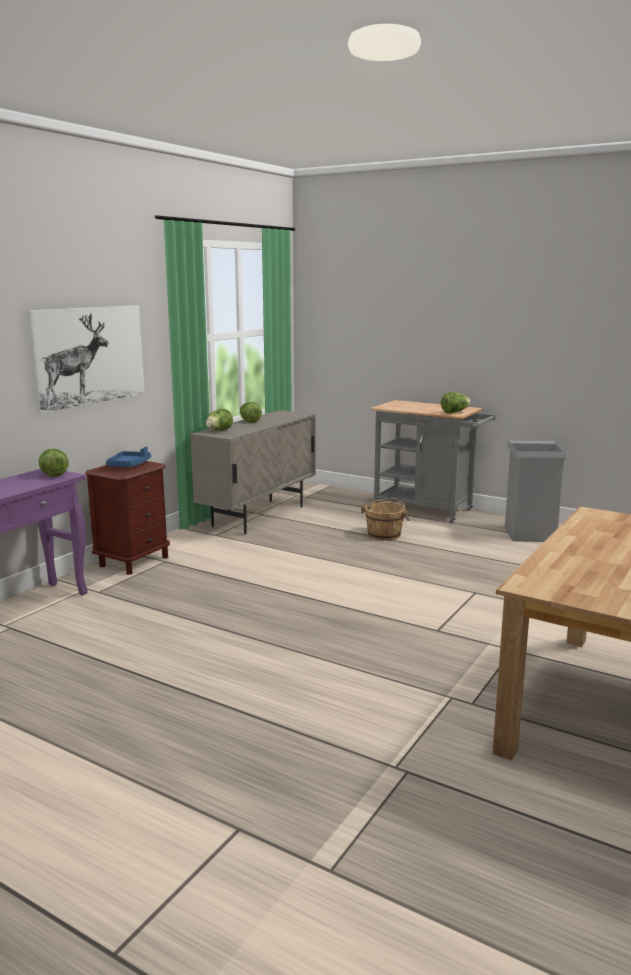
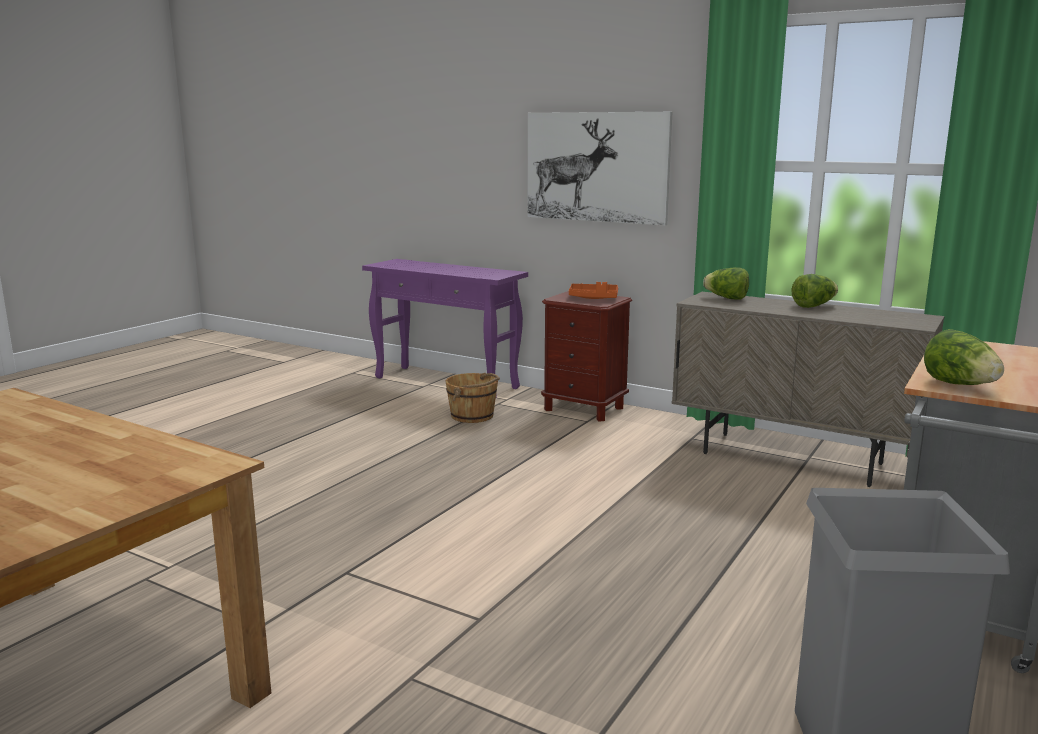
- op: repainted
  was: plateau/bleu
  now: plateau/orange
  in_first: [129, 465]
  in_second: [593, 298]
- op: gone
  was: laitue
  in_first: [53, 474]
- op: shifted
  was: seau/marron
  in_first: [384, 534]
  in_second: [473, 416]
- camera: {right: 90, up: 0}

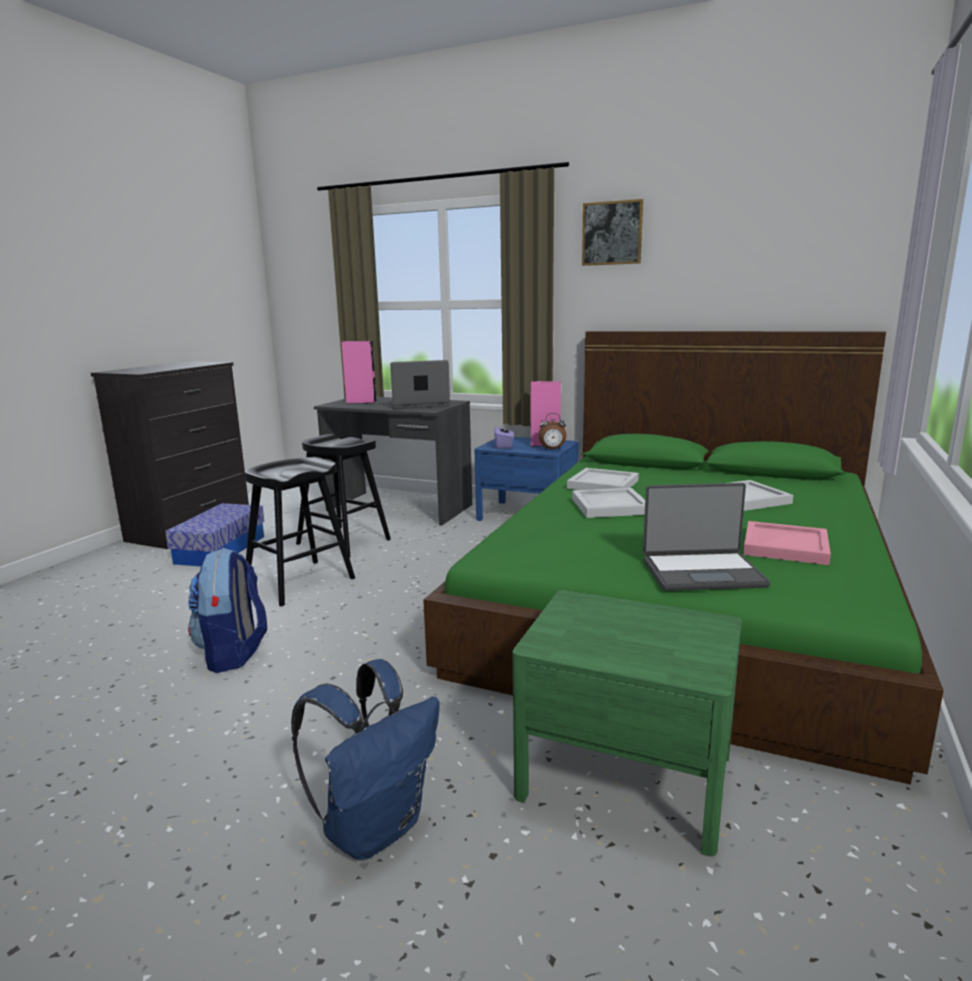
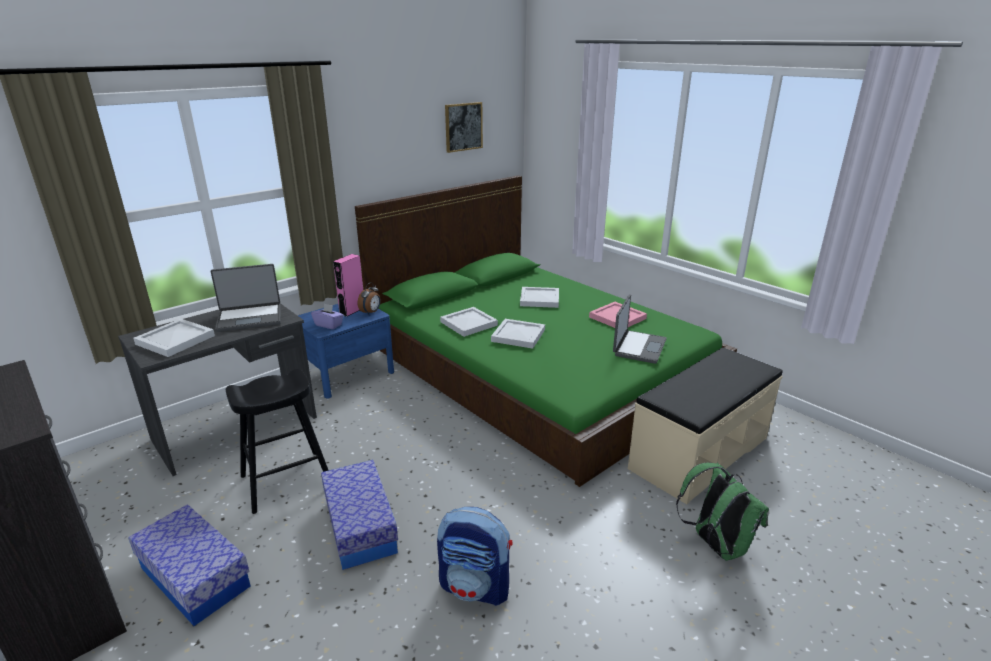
- op: shifted
  was: tableau
  in_first: [612, 233]
  in_second: [463, 127]
- op: swapped
  was: enceinte/rose
  now: plateau/blanc
  in_first: [361, 402]
  in_second: [174, 340]
- op: rotated
  was: ordinateur portable
  in_first: [419, 405]
  in_second: [250, 318]
  clockwise: -120
- op: swapped
  was: tabouret/noir
  now: boîte de rangement
  in_first: [299, 582]
  in_second: [360, 526]
- op: swapped
  was: table de chevet/vert
  now: banc/beige
  in_first: [625, 775]
  in_second: [698, 452]
- op: repainted
  was: sac à dos/bleu
  now: sac à dos/vert
  in_first: [375, 827]
  in_second: [715, 544]
- camera: {right: -65, up: 10}

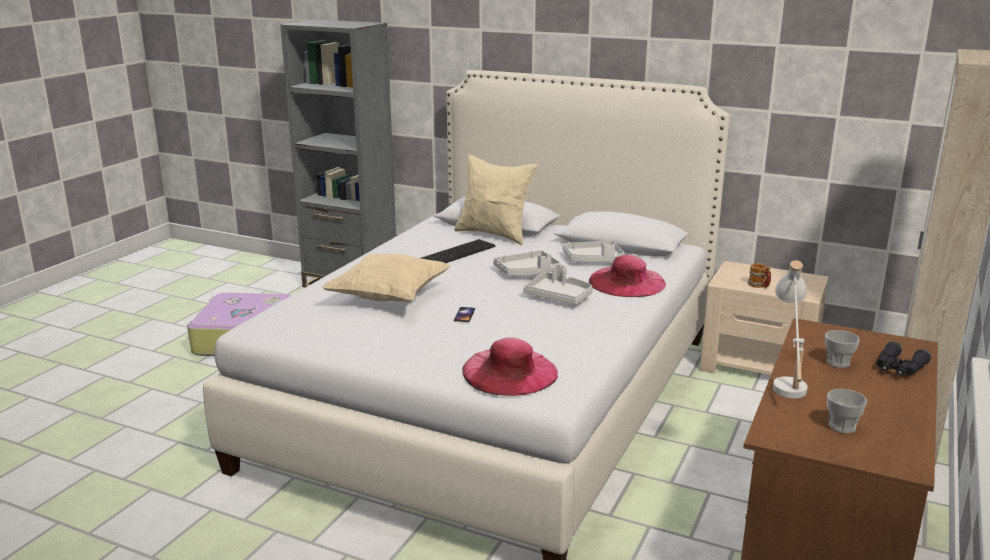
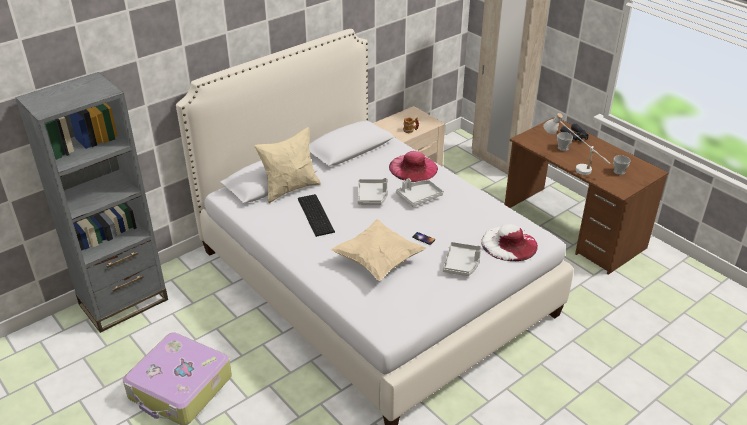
- op: shifted
  was: plateau/gris
  in_first: [593, 260]
  in_second: [462, 264]
- op: repainted
  was: chapeau/rose
  now: chapeau/blanc
  in_first: [509, 371]
  in_second: [509, 243]
- camera: {right: -65, up: 15}

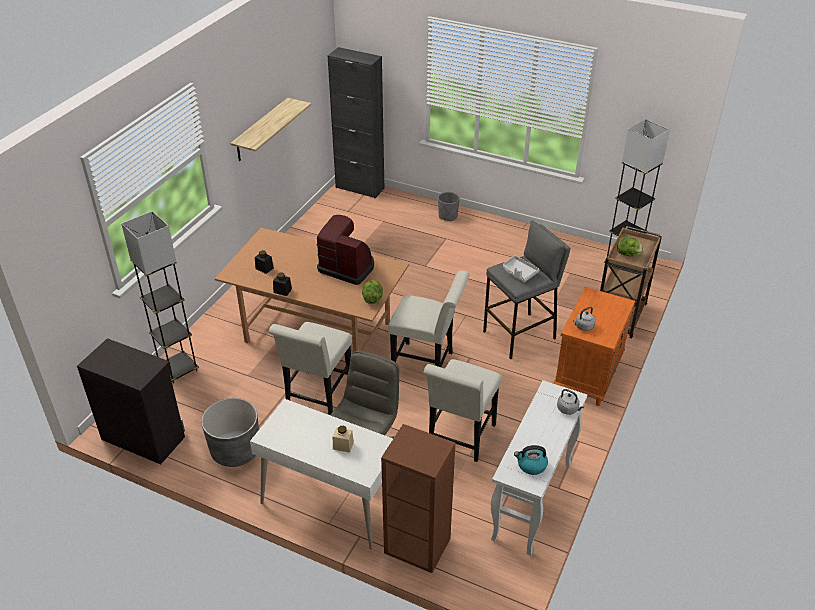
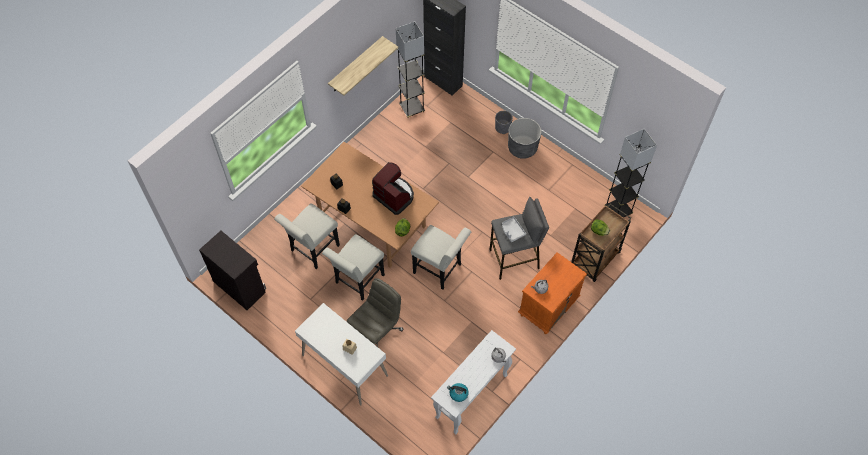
- op: shifted
  was: lampadaire/gris
  in_first: [178, 369]
  in_second: [412, 108]
- op: shifted
  was: chaise/blanc
  in_first: [459, 439]
  in_second: [312, 250]
- op: shifted
  was: cache-pot/gris
  in_first: [235, 450]
  in_second: [522, 148]
- op: gone
  was: bibliothèque/marron
  in_first: [416, 546]
- camera: {right: 15, up: 20}

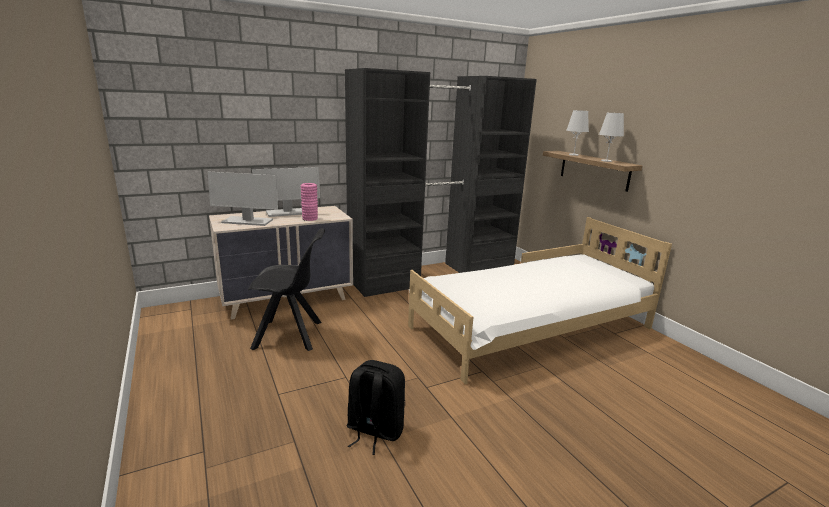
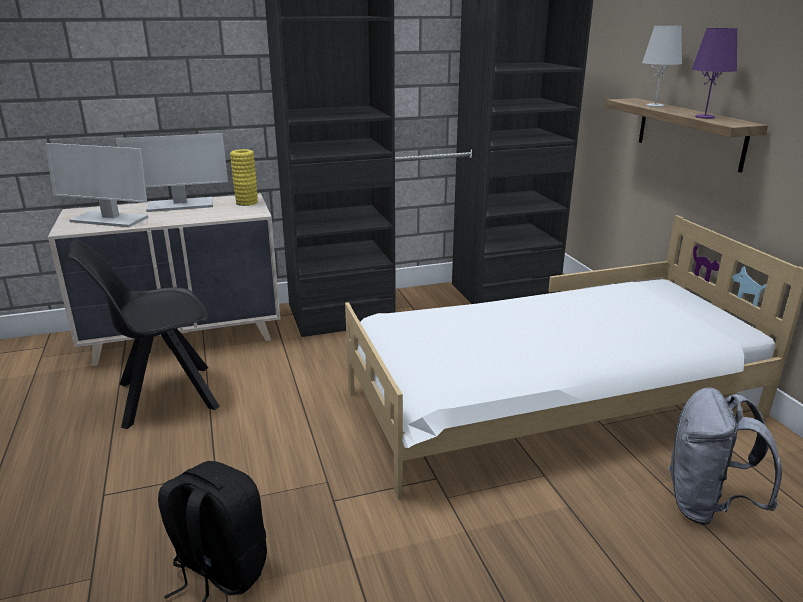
- op: repainted
  was: lampe de table/blanc
  now: lampe de table/violet
  in_first: [606, 161]
  in_second: [704, 117]
- op: gone
  was: vase/rose
  in_first: [310, 218]
- op: rotated
  was: chaise/noir
  in_first: [290, 335]
  in_second: [164, 396]
  clockwise: 150
- op: new
  now: vase/jaune
  in_second: [247, 202]
- op: new
  now: sac à dos/gris
  in_second: [706, 505]
- camera: {right: 10, up: 5}

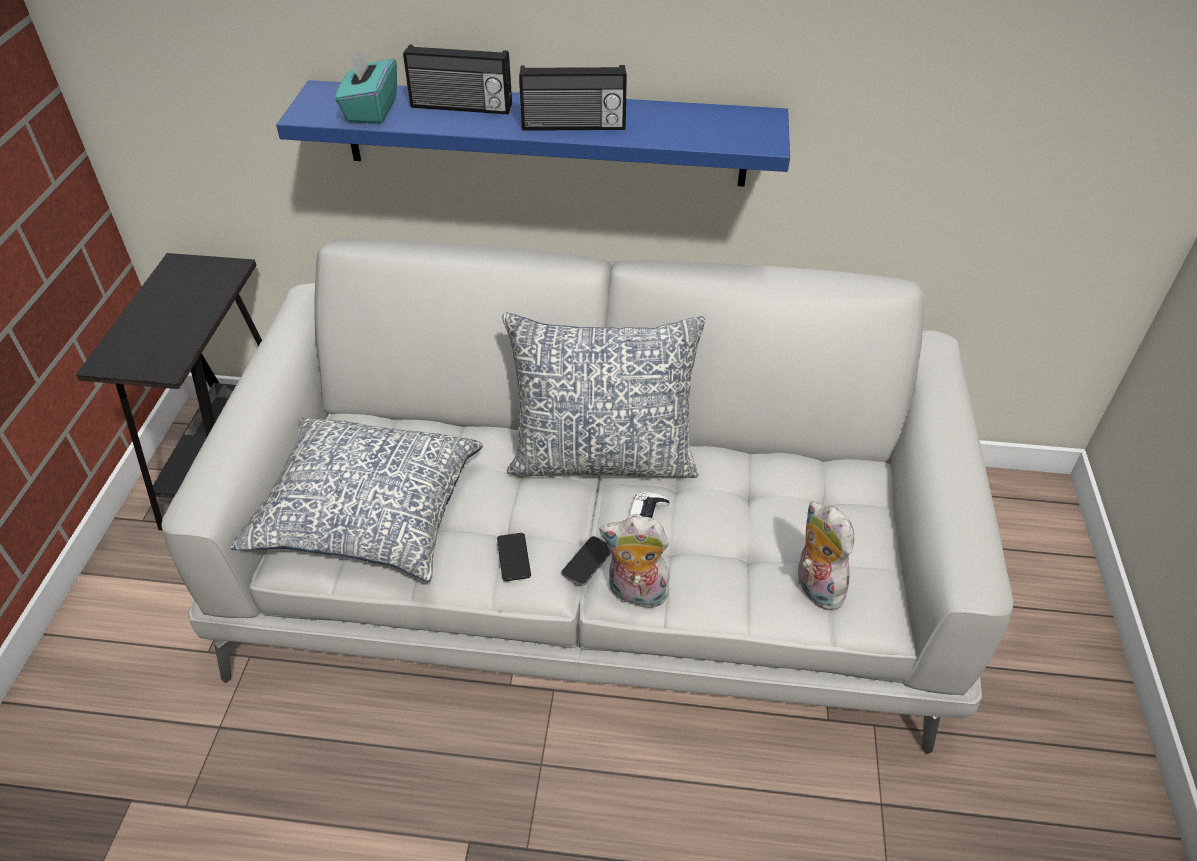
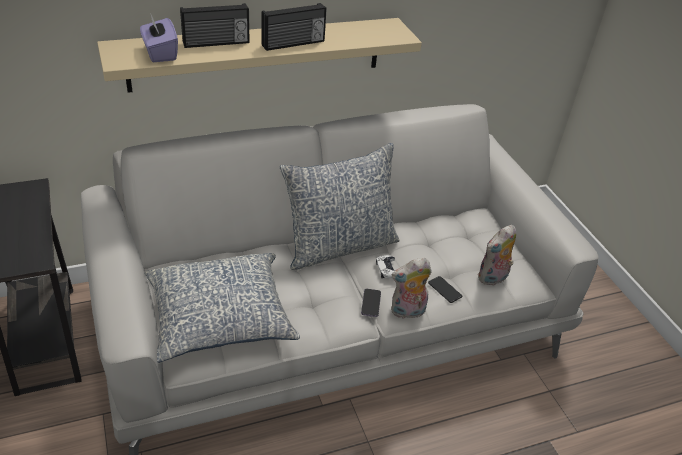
- op: repainted
  was: boîte à mouchoirs/turquoise
  now: boîte à mouchoirs/violet
  in_first: [371, 110]
  in_second: [160, 53]
- op: repainted
  was: étagère/bleu
  now: étagère/beige
  in_first: [544, 134]
  in_second: [258, 54]
- op: rotated
  was: peluche
  in_first: [814, 586]
  in_second: [492, 279]
  clockwise: -75
- op: shifted
  was: téléphone
  in_first: [513, 557]
  in_second: [444, 290]
- camera: {right: -30, up: -5}

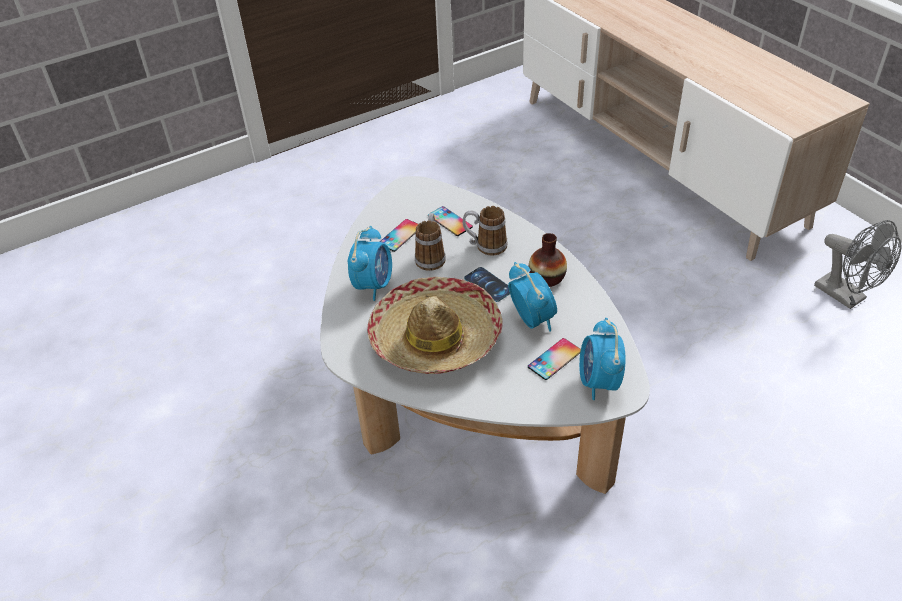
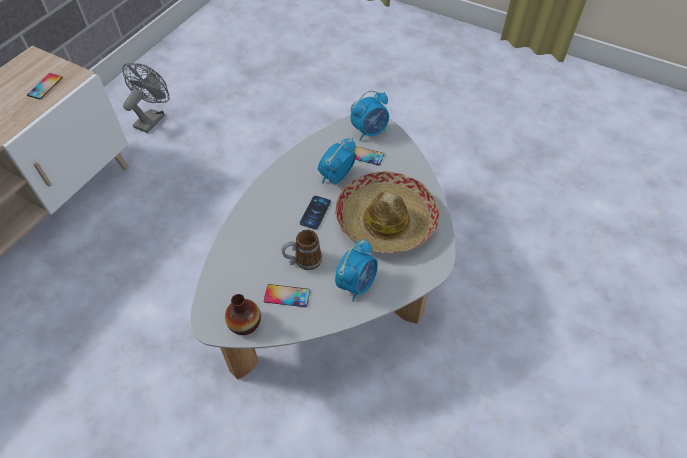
- op: shifted
  was: téléphone
  in_first: [450, 221]
  in_second: [45, 86]
- op: gone
  was: mug
  in_first: [485, 246]
- op: rotated
  was: réveil
  in_first: [373, 285]
  in_second: [356, 284]
  clockwise: 135
- op: shifted
  was: vase
  in_first: [547, 278]
  in_second: [245, 323]
- camera: {right: -120, up: 10}

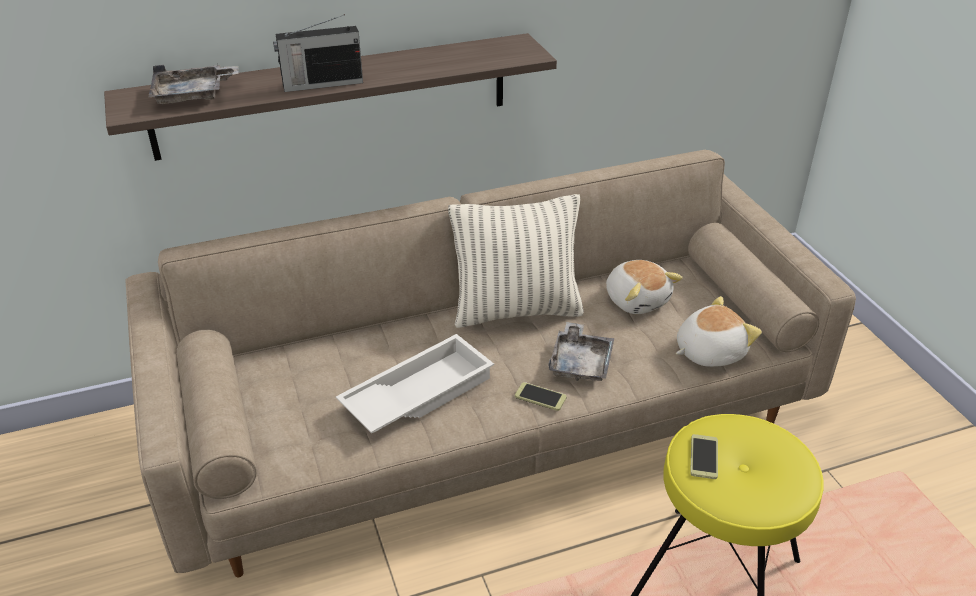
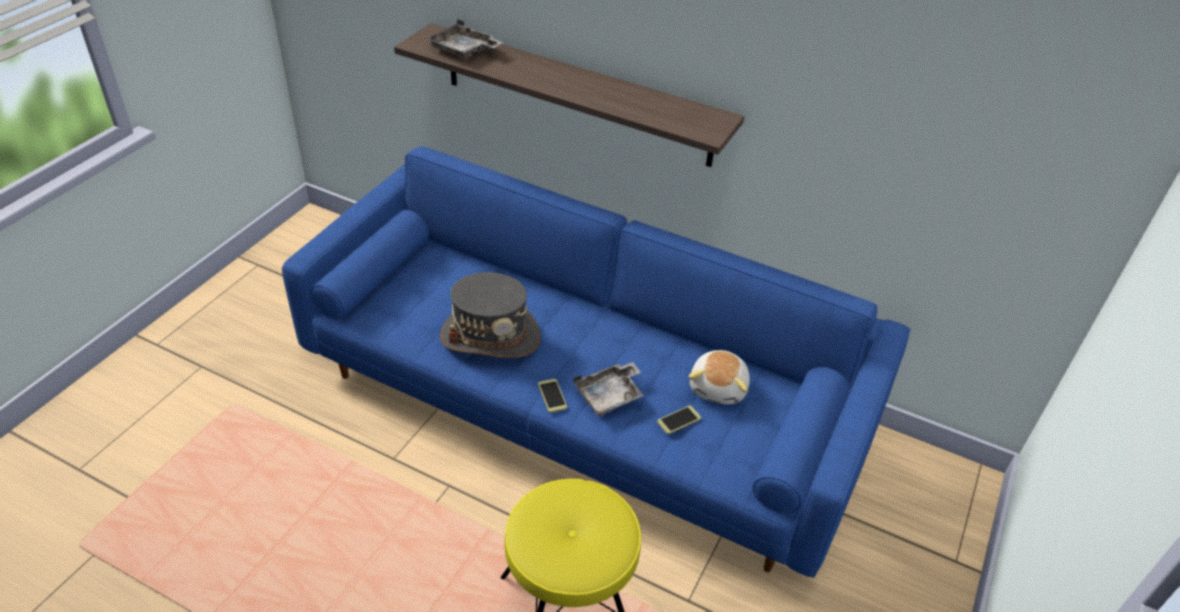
- op: gone
  was: radio
  in_first: [321, 84]
- op: repainted
  was: canapé/beige
  now: canapé/bleu
  in_first: [487, 416]
  in_second: [584, 402]
- op: gone
  was: coussin
  in_first: [516, 311]
- op: gone
  was: peluche
  in_first: [708, 351]
- op: swapped
  was: plateau/blanc
  now: chapeau/gris
  in_first: [417, 393]
  in_second: [490, 337]
- op: shifted
  was: téléphone
  in_first: [704, 457]
  in_second: [679, 420]
- camera: {right: 45, up: 5}

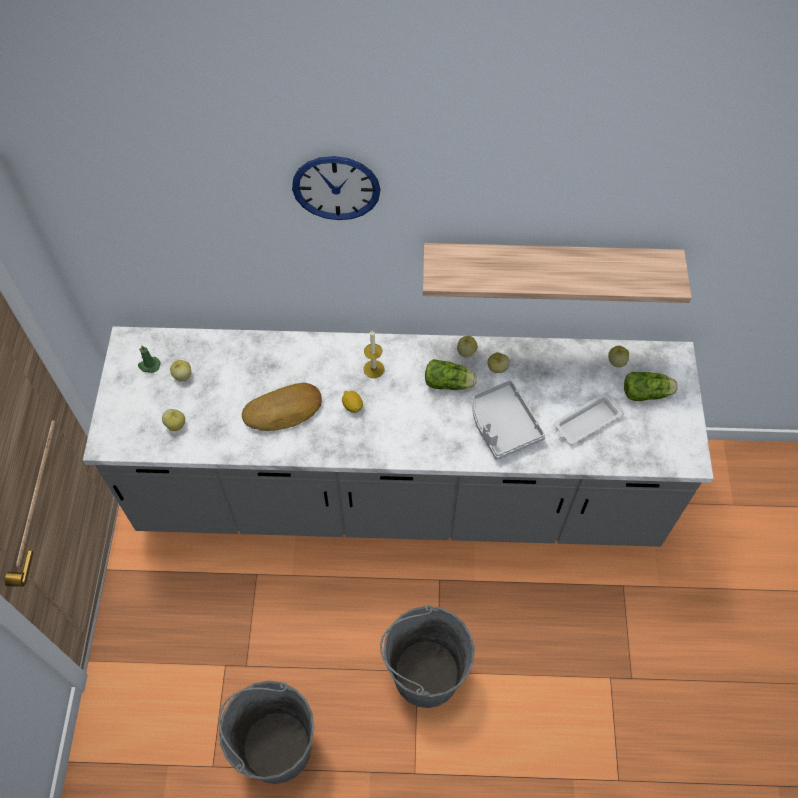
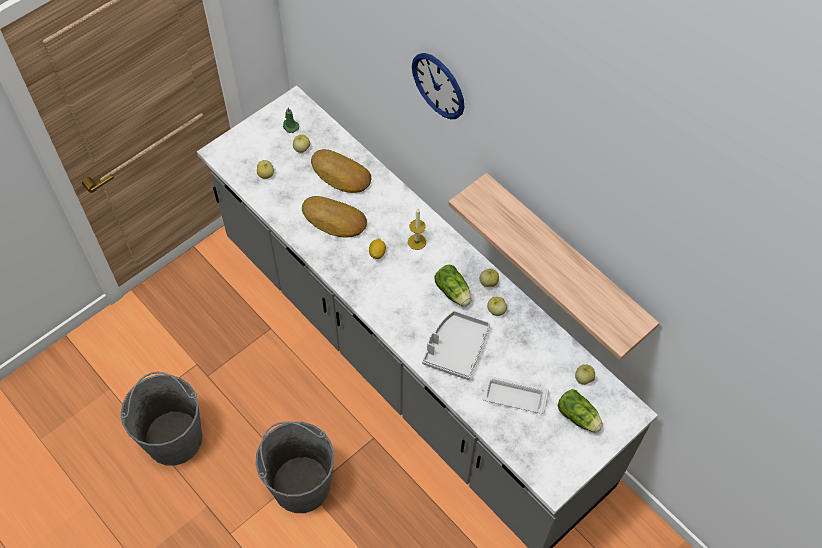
- op: new
  now: pain
  in_second: [340, 175]
- camera: {right: 45, up: 0}

